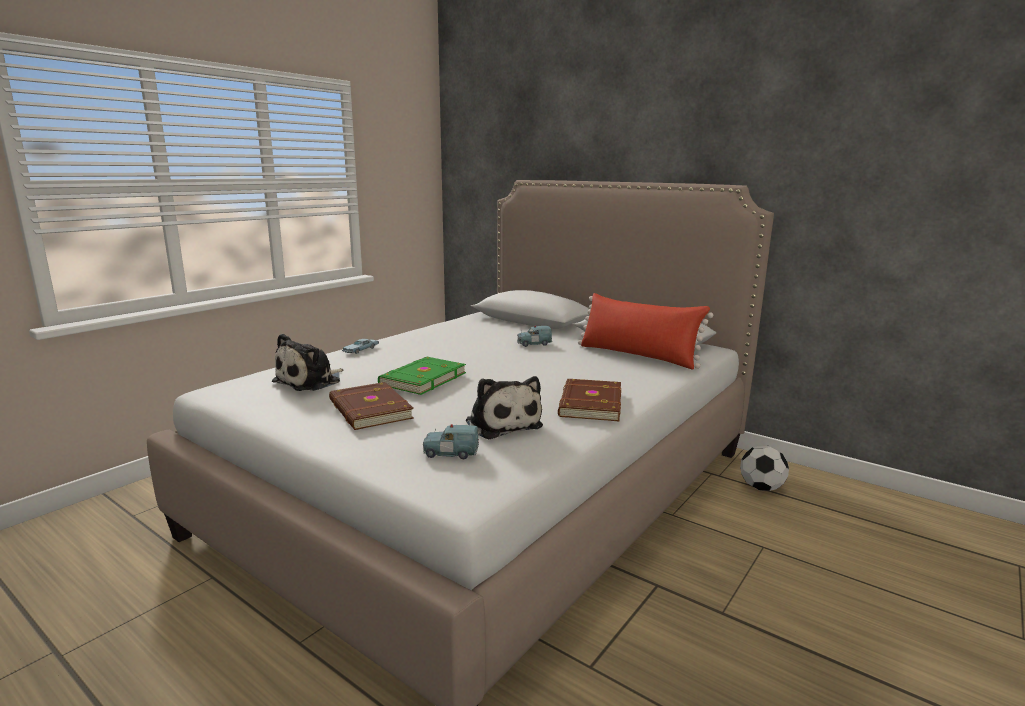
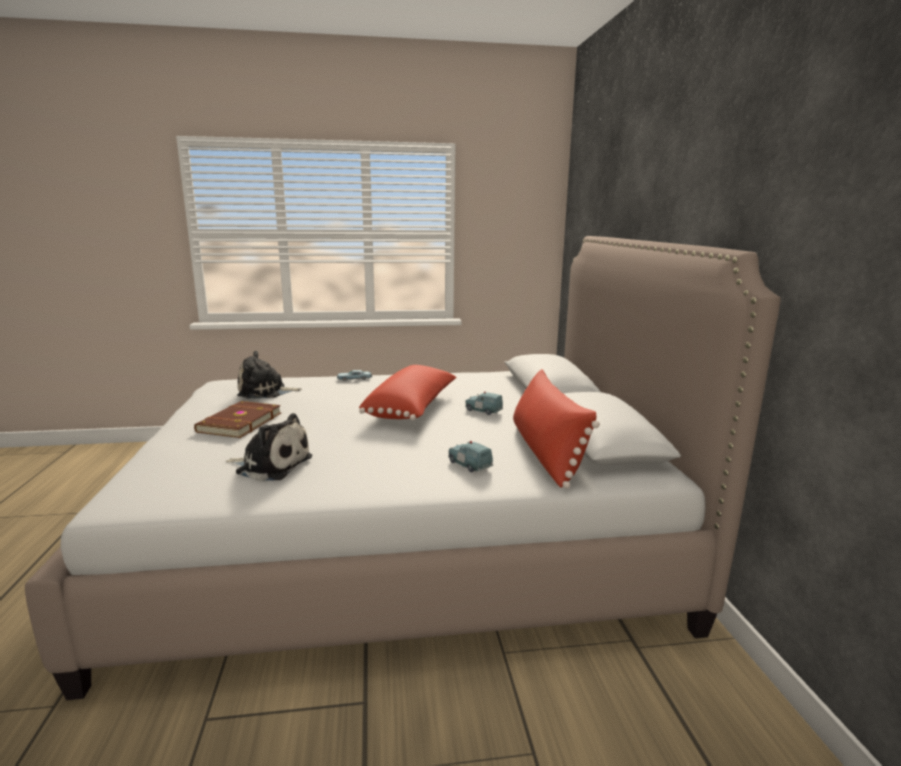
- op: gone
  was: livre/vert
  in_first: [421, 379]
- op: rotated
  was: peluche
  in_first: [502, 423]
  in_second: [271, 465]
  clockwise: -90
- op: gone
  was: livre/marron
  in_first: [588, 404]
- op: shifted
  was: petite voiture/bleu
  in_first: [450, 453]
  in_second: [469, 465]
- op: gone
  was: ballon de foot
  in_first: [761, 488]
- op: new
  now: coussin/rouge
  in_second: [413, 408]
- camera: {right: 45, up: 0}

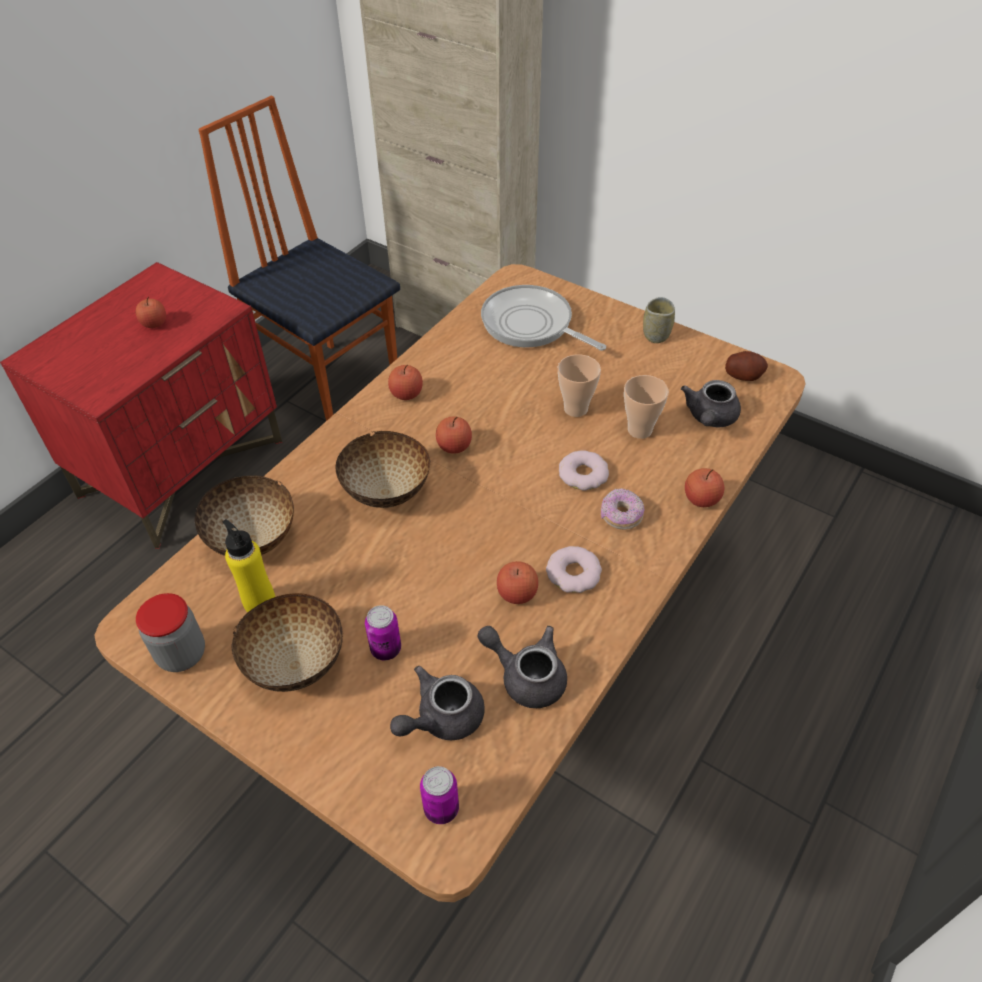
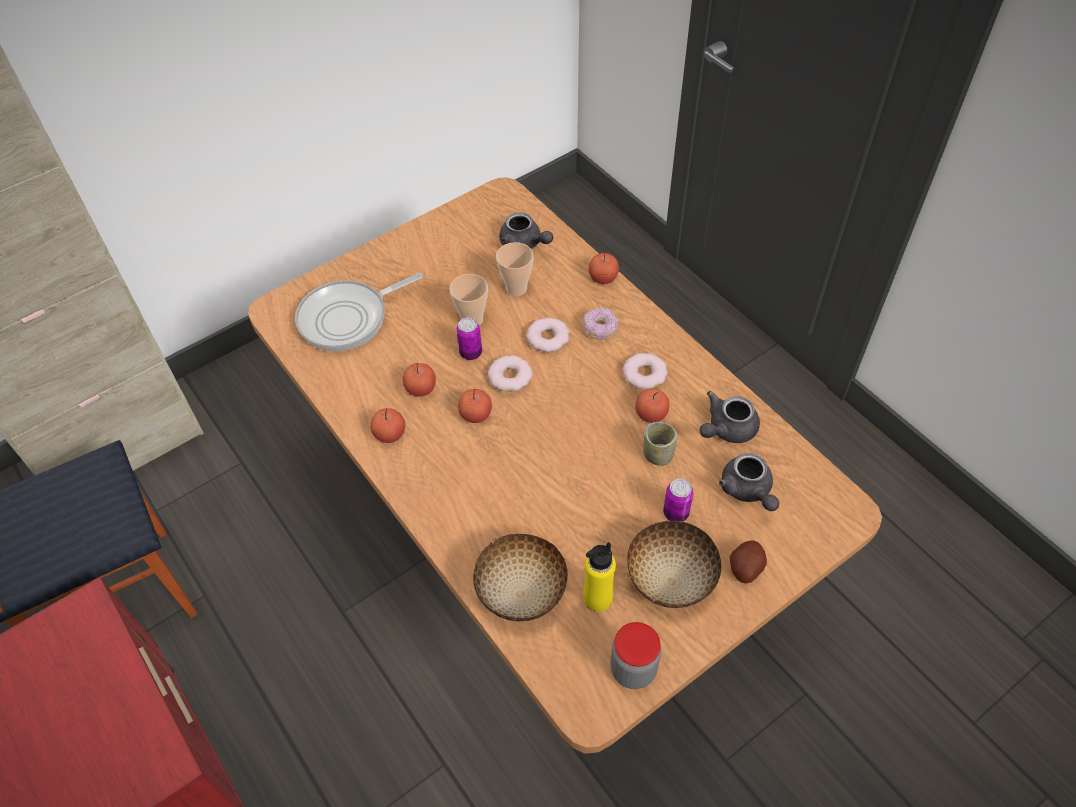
- op: shifted
  was: pomme
  in_first: [154, 323]
  in_second: [421, 388]
- op: shifted
  was: tasse
  in_first: [656, 335]
  in_second: [658, 455]
- op: shifted
  was: pomme de terre
  in_first: [743, 376]
  in_second: [745, 568]
- op: gone
  was: bol
  in_first: [388, 492]
- op: shifted
  was: boîte métallique
  in_first: [441, 809]
  in_second: [471, 353]
- op: new
  now: beignet
  in_second: [510, 377]
- camera: {right: -70, up: 5}

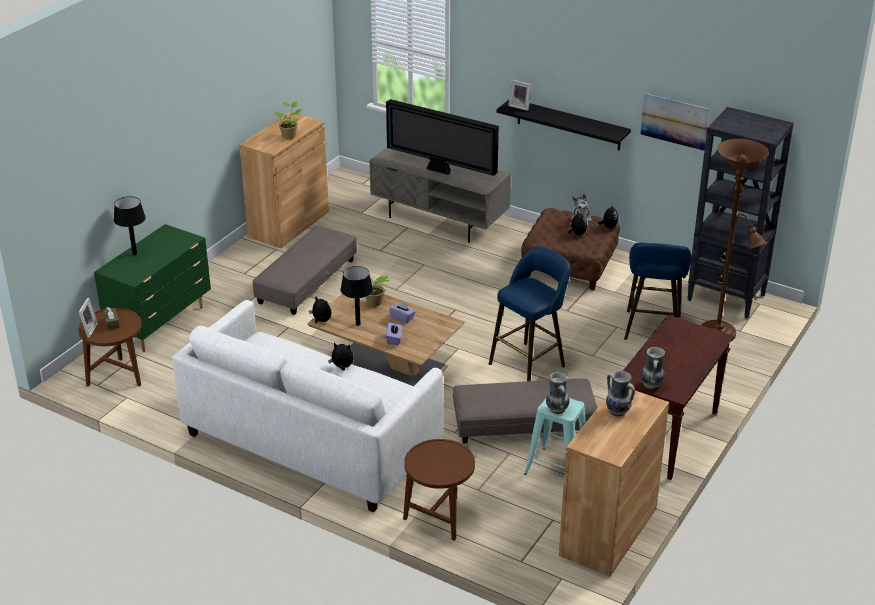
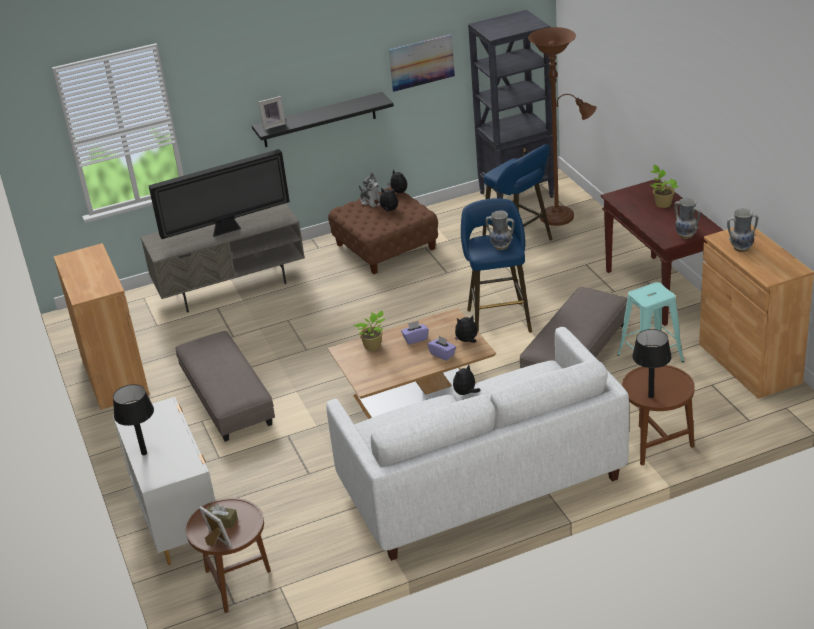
- op: shifted
  was: plante en pot
  in_first: [289, 135]
  in_second: [662, 203]
- op: repainted
  was: commode/vert
  now: commode/blanc
  in_first: [161, 324]
  in_second: [178, 520]
- op: shifted
  was: lampe de table/noir
  in_first: [358, 324]
  in_second: [650, 396]
- op: shifted
  was: peluche
  in_first: [321, 321]
  in_second: [467, 341]
- op: shifted
  was: vase
  in_first: [556, 409]
  in_second: [501, 246]
- camera: {right: -50, up: 0}

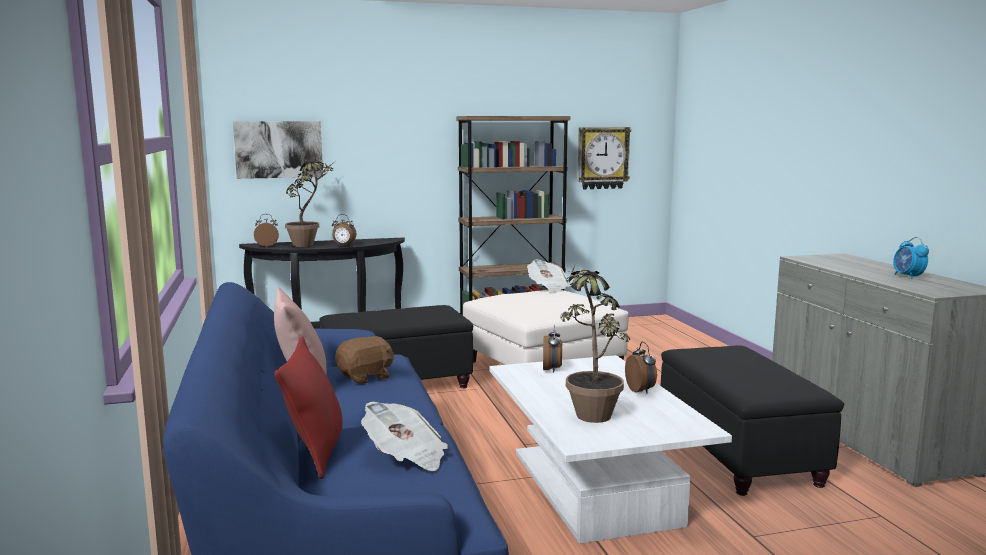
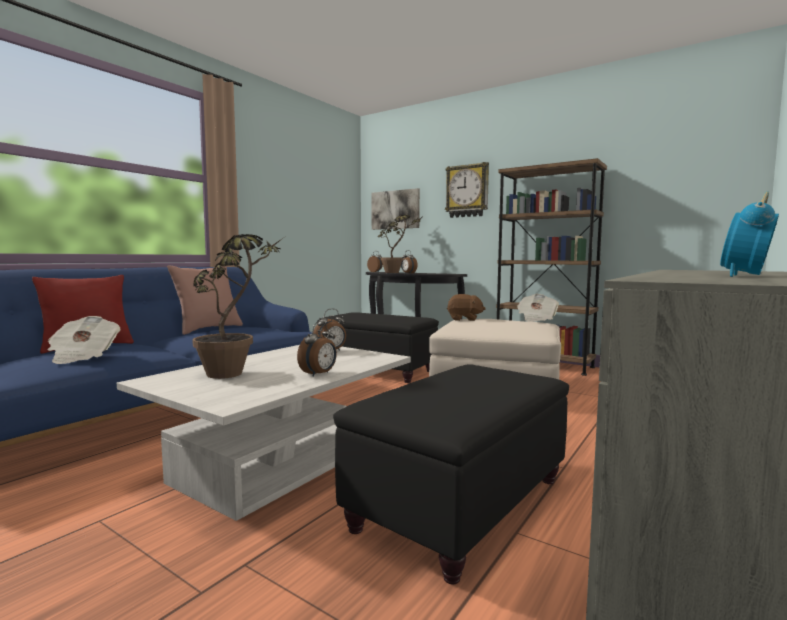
- op: shifted
  was: horloge murale
  in_first: [602, 158]
  in_second: [467, 191]
- op: shifted
  was: peluche/marron
  in_first: [366, 377]
  in_second: [464, 319]
- camera: {right: 50, up: -5}

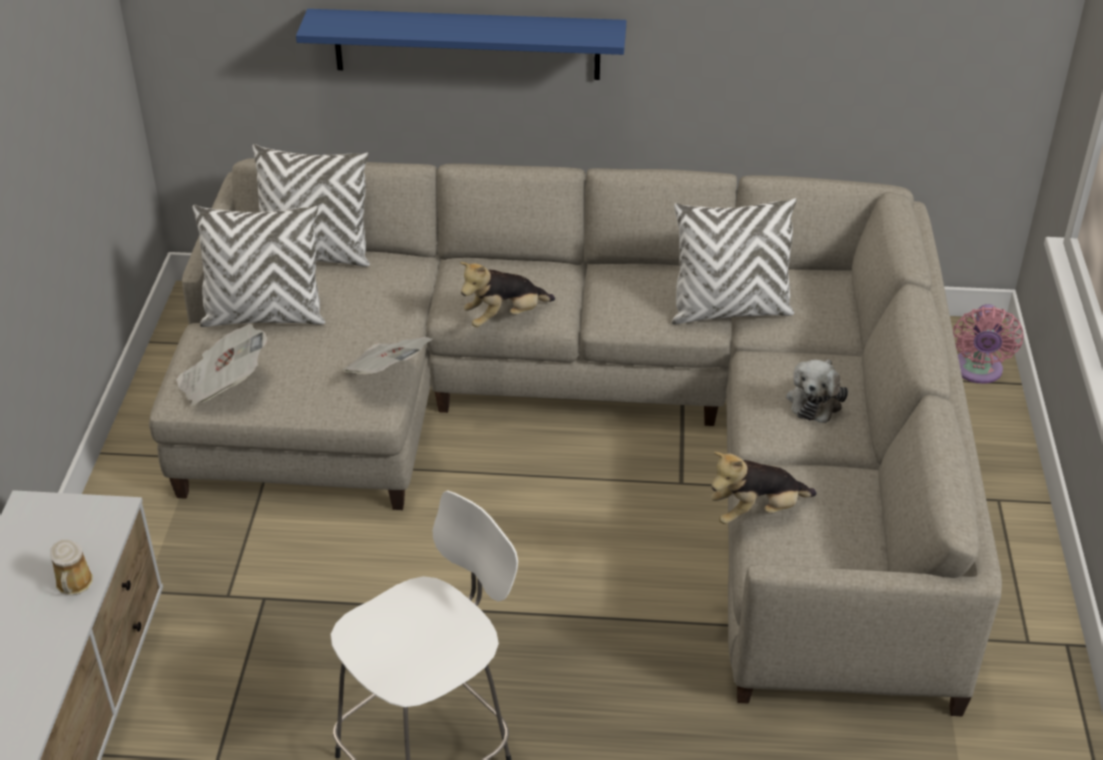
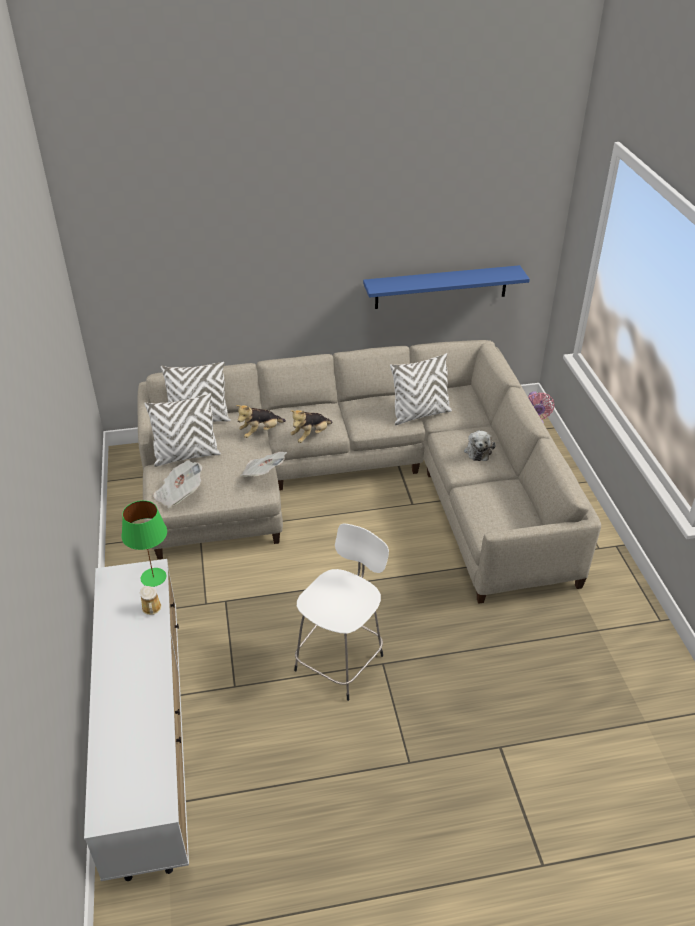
- op: shifted
  was: étagère/bleu
  in_first: [467, 44]
  in_second: [441, 287]
- op: shifted
  was: peluche
  in_first: [756, 512]
  in_second: [260, 432]
- op: new
  now: lampe de table/vert
  in_second: [153, 577]
- camera: {right: -15, up: 0}

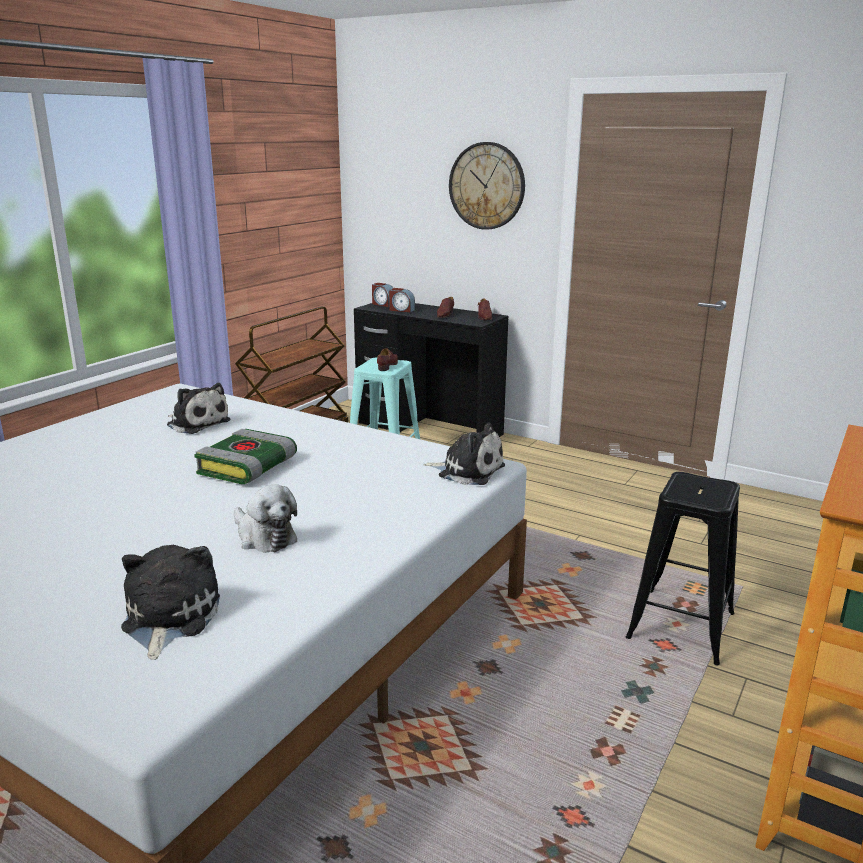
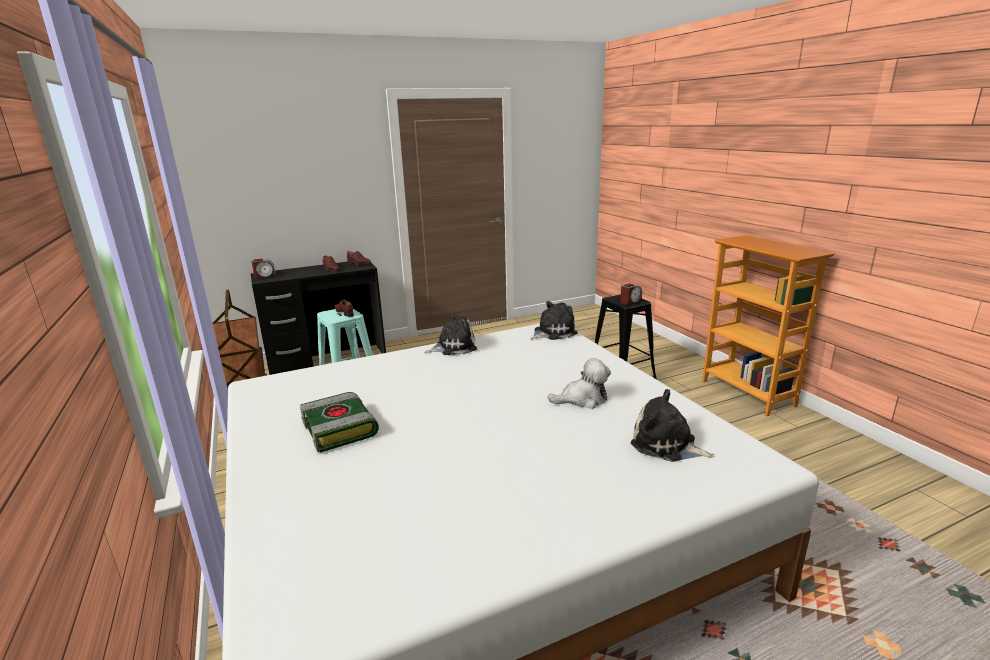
- op: gone
  was: horloge murale
  in_first: [487, 186]
- op: shifted
  was: réveil
  in_first: [401, 310]
  in_second: [630, 302]
- op: shifted
  was: peluche
  in_first: [197, 423]
  in_second: [453, 347]
- op: shifted
  was: livre
  in_first: [247, 468]
  in_second: [341, 429]
- camera: {right: -55, up: 0}

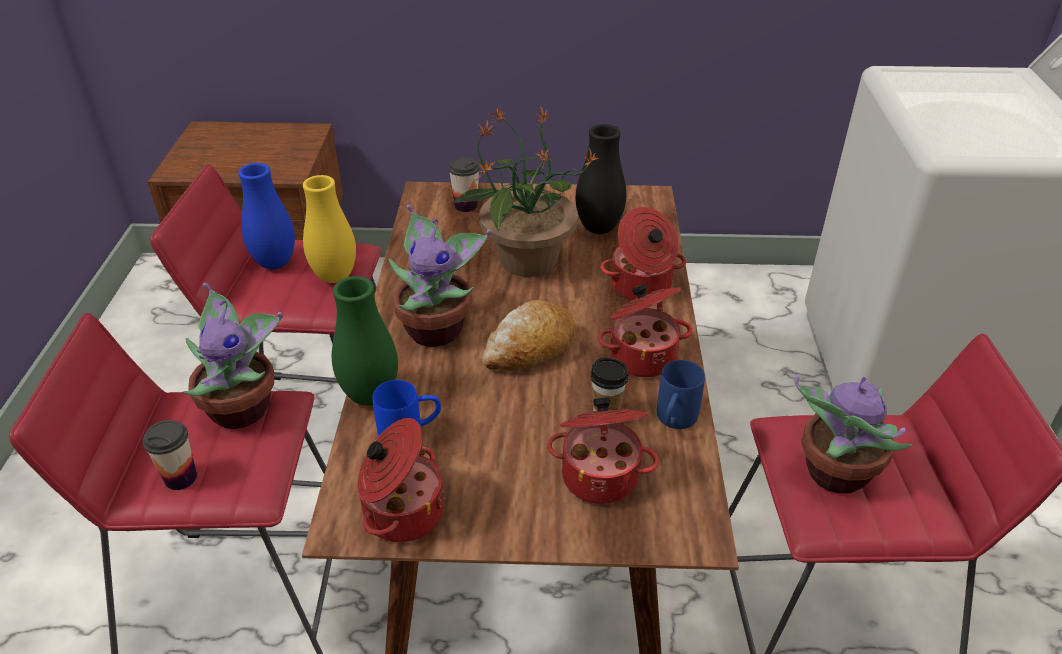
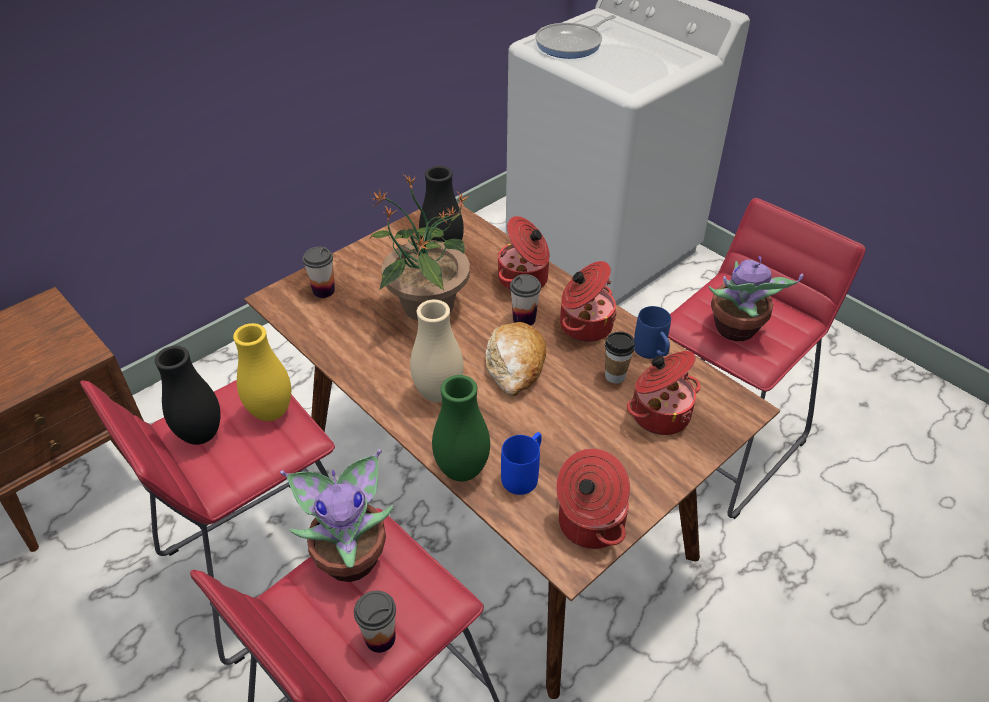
- op: repainted
  was: vase/bleu
  now: vase/noir
  in_first: [275, 263]
  in_second: [201, 435]
- op: swapped
  was: plante en pot
  now: vase/beige
  in_first: [438, 329]
  in_second: [438, 393]
- op: new
  now: poêle
  in_second: [572, 44]
- op: new
  now: tasse
  in_second: [524, 319]
- camera: {right: -45, up: 5}

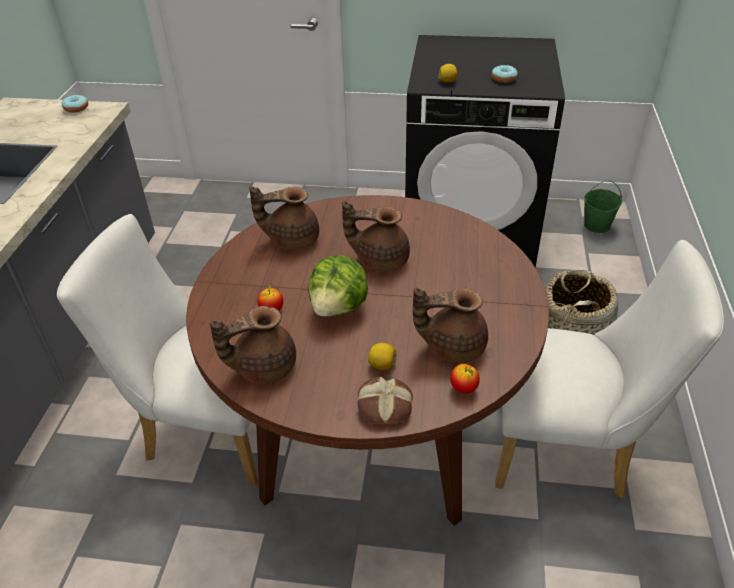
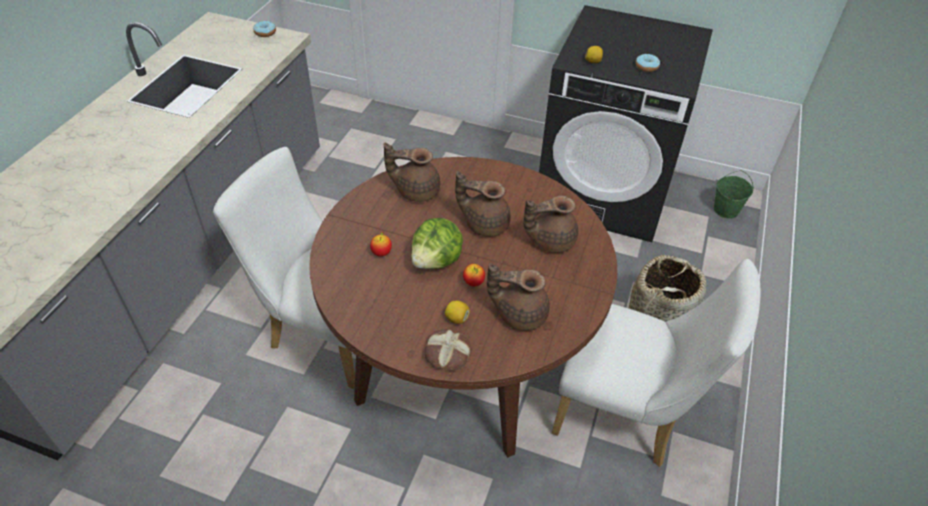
- op: shifted
  was: théière/marron
  in_first: [263, 366]
  in_second: [550, 240]
- op: shifted
  was: pomme
  in_first: [464, 388]
  in_second: [473, 283]
- camera: {right: 10, up: 5}

